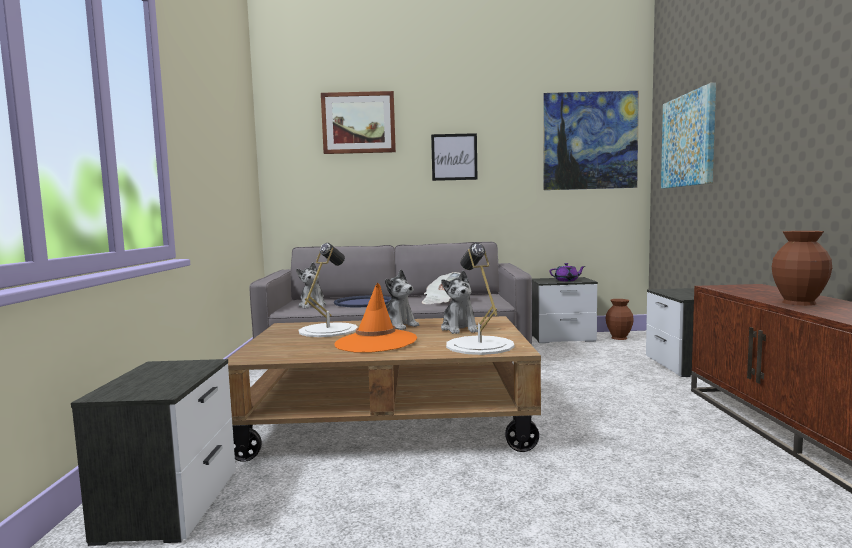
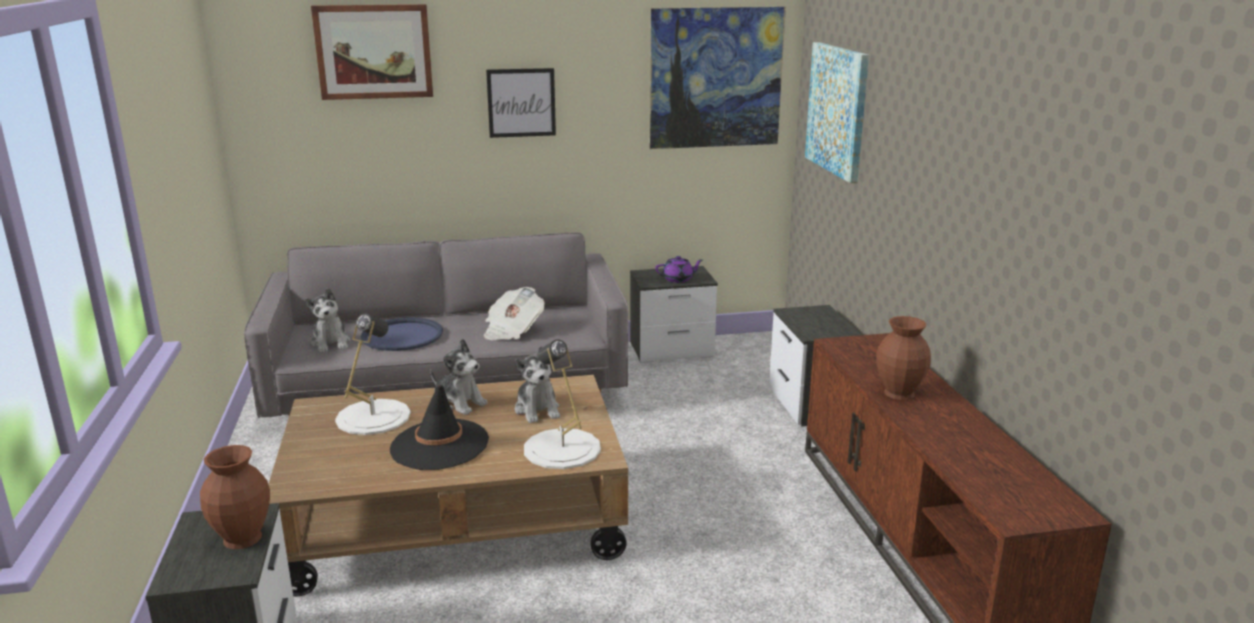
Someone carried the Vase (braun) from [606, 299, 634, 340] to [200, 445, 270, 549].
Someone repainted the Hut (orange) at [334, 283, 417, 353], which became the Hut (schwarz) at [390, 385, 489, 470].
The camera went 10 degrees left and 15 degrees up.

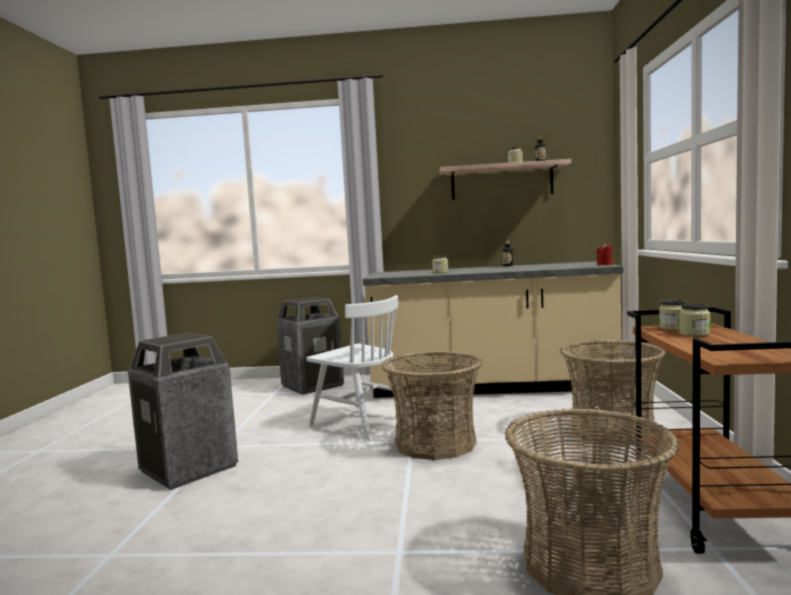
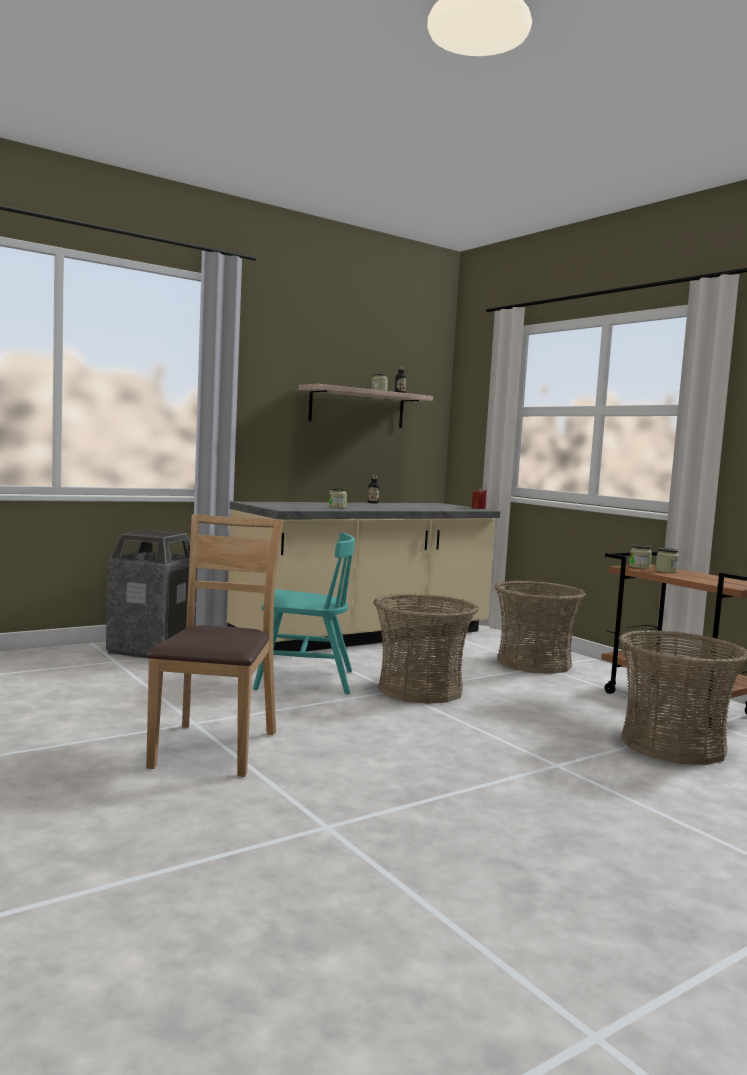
Someone swapped the Mülleimer at [128, 332, 238, 490] for the Stuhl (braun) at [146, 514, 284, 777].
Someone repainted the Stuhl (weiß) at [306, 295, 411, 439], which became the Stuhl (türkis) at [253, 532, 355, 694].
The camera went 40 degrees left and 0 degrees up.

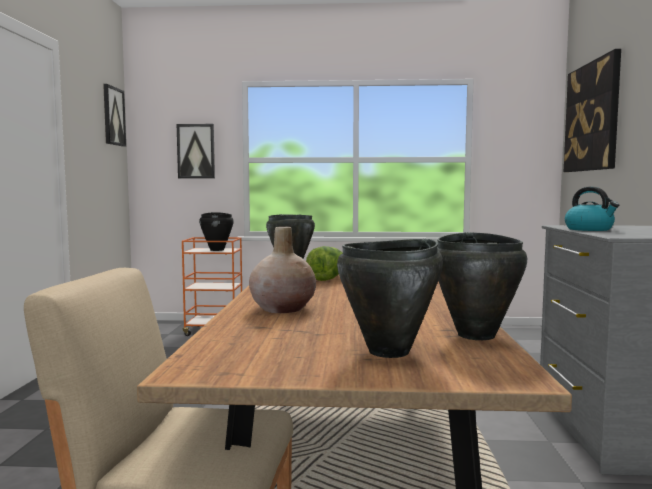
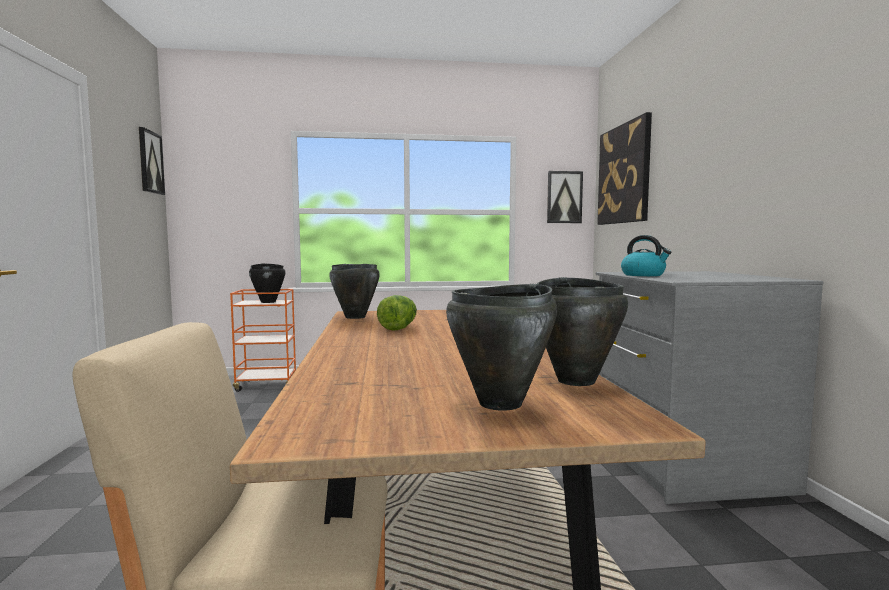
Someone carried the Bild from [177, 124, 215, 178] to [547, 171, 583, 223].
Someone took away the Vase (beige) at [249, 226, 316, 313].
The camera went 10 degrees left and 0 degrees up.

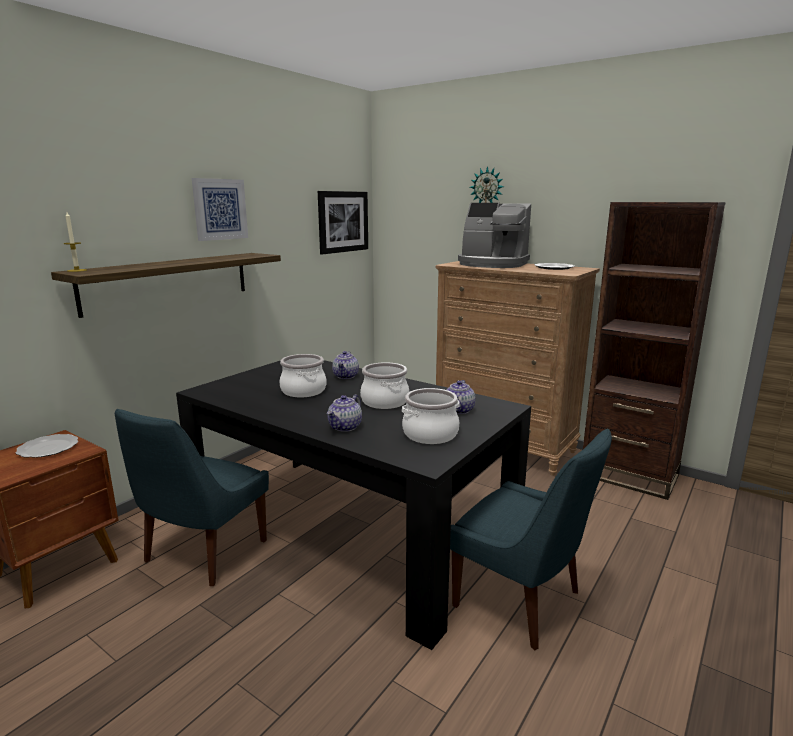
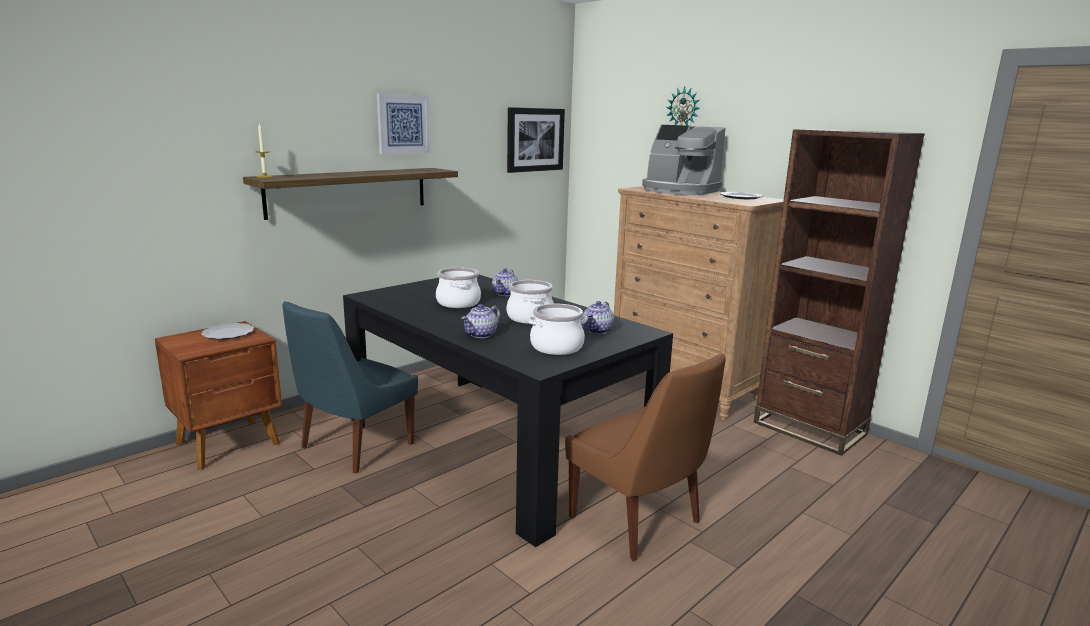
Someone repainted the Stuhl (blau) at [450, 429, 612, 650], which became the Stuhl (braun) at [565, 354, 726, 561].
The camera went 10 degrees right and 0 degrees up.

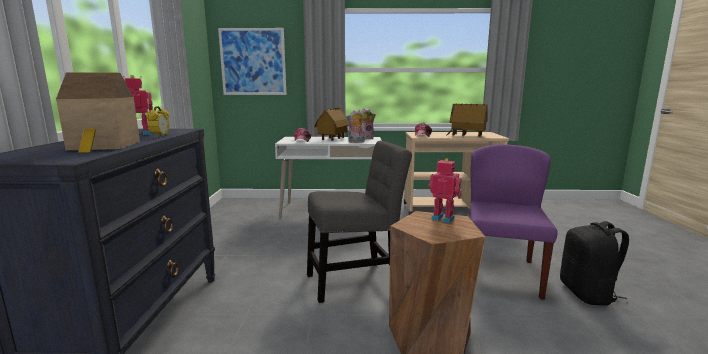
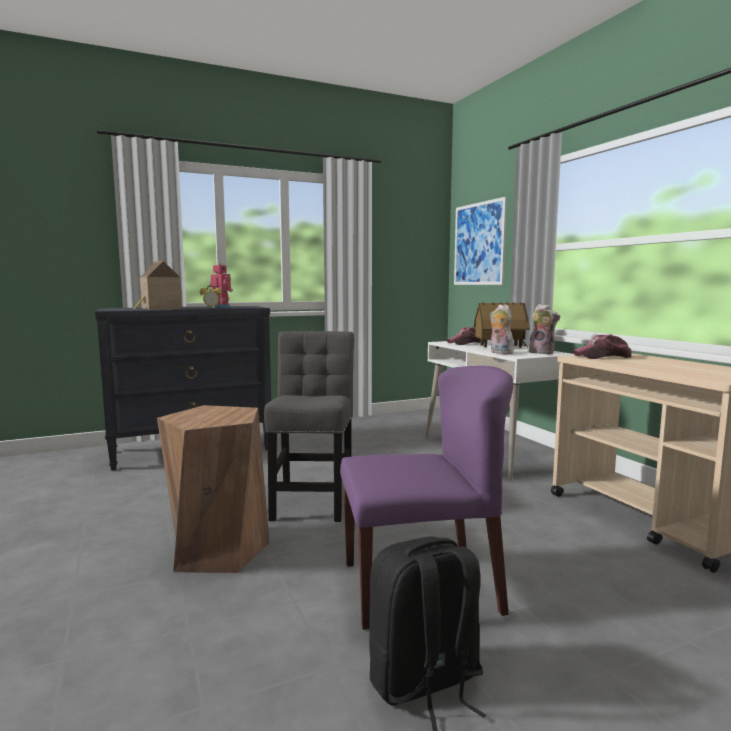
Someone rotated the Stuhl (grau) at [307, 141, 412, 303] by 135 degrees counterclockwise.
Someone took away the Spielzeugroboter at [428, 158, 462, 223].
Someone took away the Spielzeughaus at [446, 103, 488, 137].
The camera went 65 degrees right and 5 degrees down.

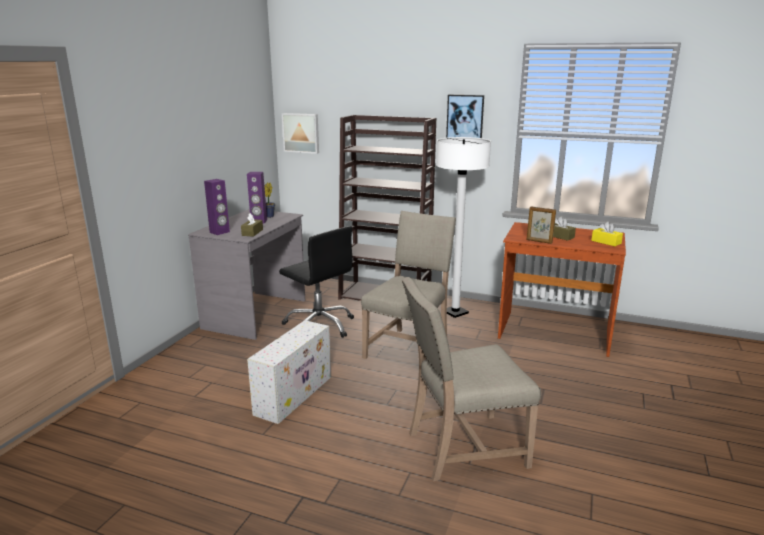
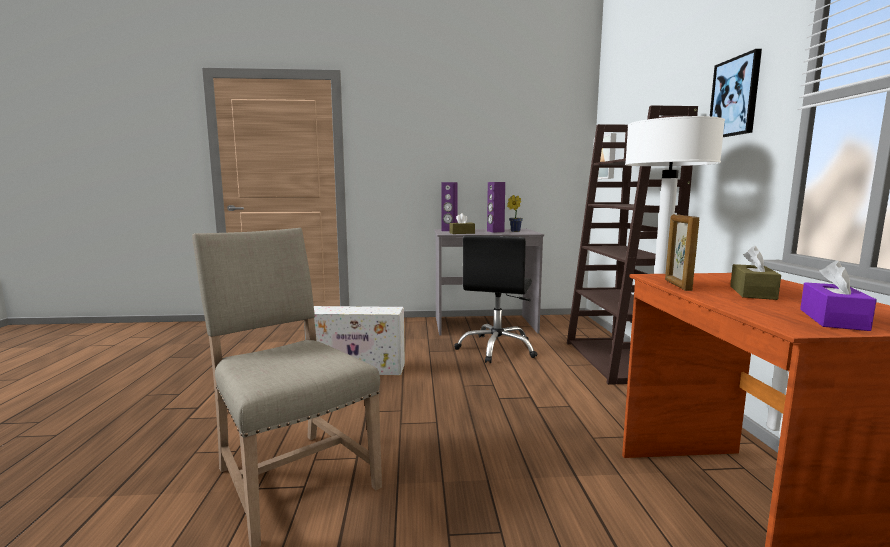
Someone repainted the Taschentuchbox (gelb) at [591, 221, 623, 246], which became the Taschentuchbox (lila) at [800, 260, 877, 331].
Someone took away the Stuhl (beige) at [361, 211, 456, 359].
The camera went 65 degrees right and 10 degrees down.

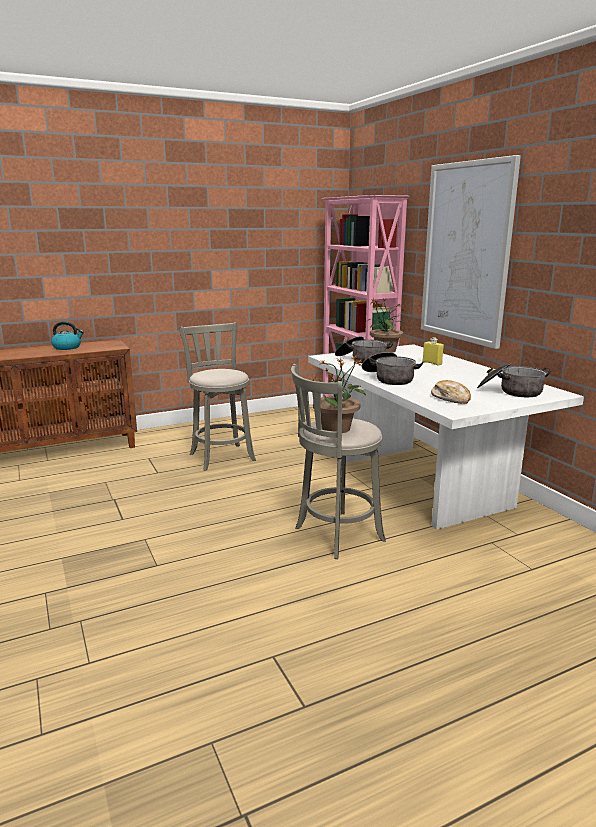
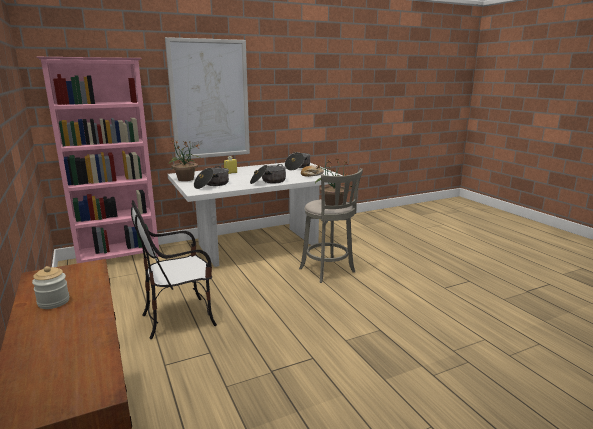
Someone swapped the Wasserkessel at [51, 321, 84, 350] for the Vorratsglas at [32, 266, 70, 309].
Someone swapped the Hocker (grau) at [179, 322, 256, 471] for the Stuhl at [131, 200, 217, 339].
The camera went 90 degrees left and 0 degrees up.

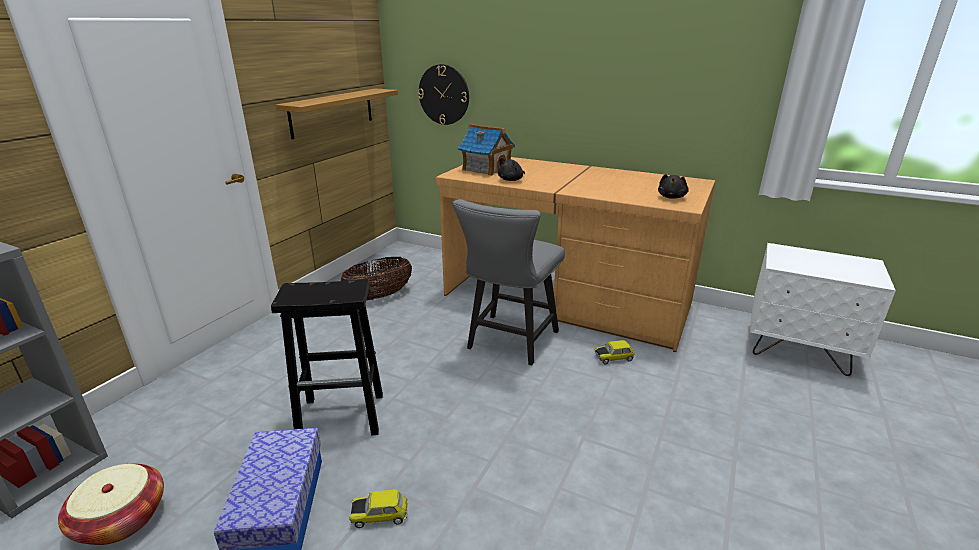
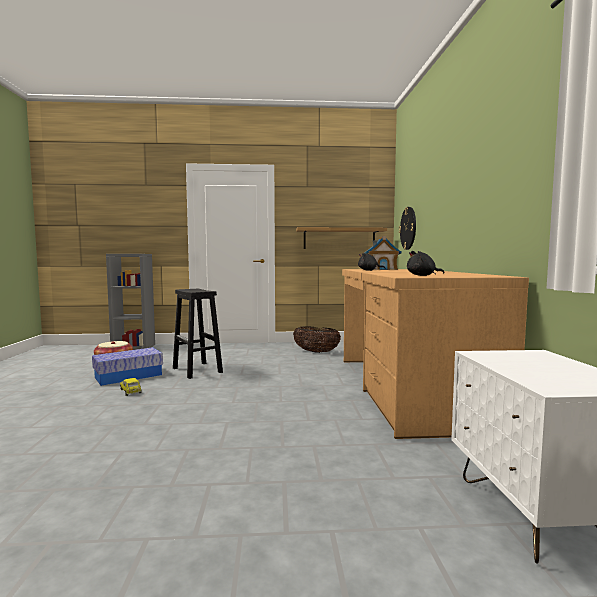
Someone took away the Stuhl (grau) at [453, 199, 565, 365].
Someone took away the Spielzeugauto at [594, 340, 635, 364].
The camera went 60 degrees right and 20 degrees down.

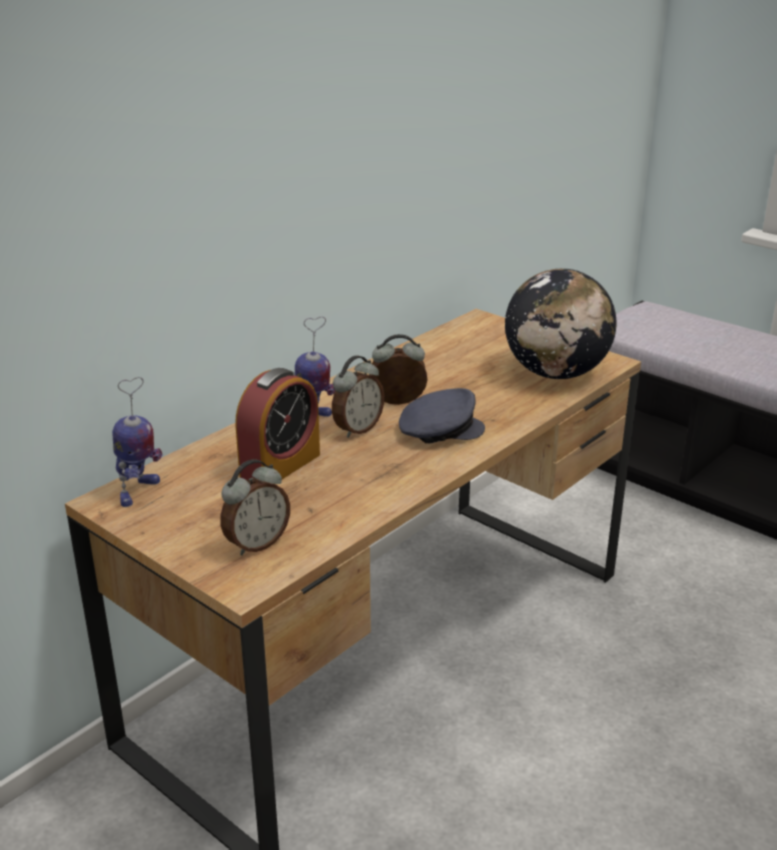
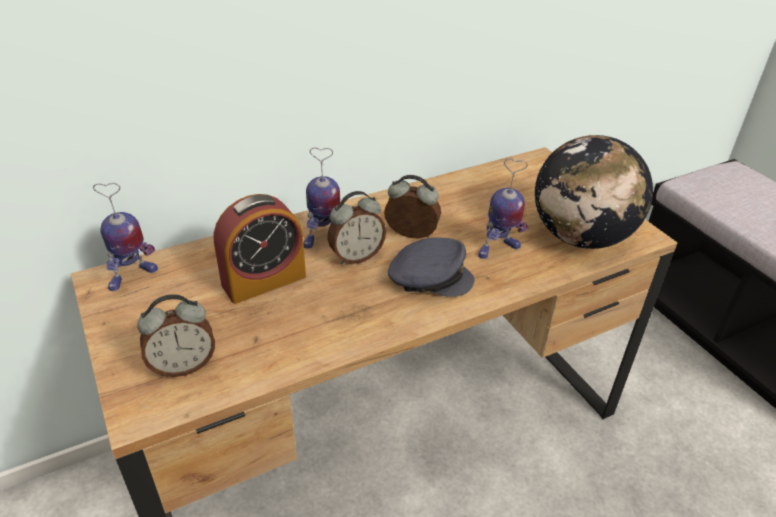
Someone put down the Spielzeugroboter at [478, 159, 528, 259].
The camera went 20 degrees right and 10 degrees up.

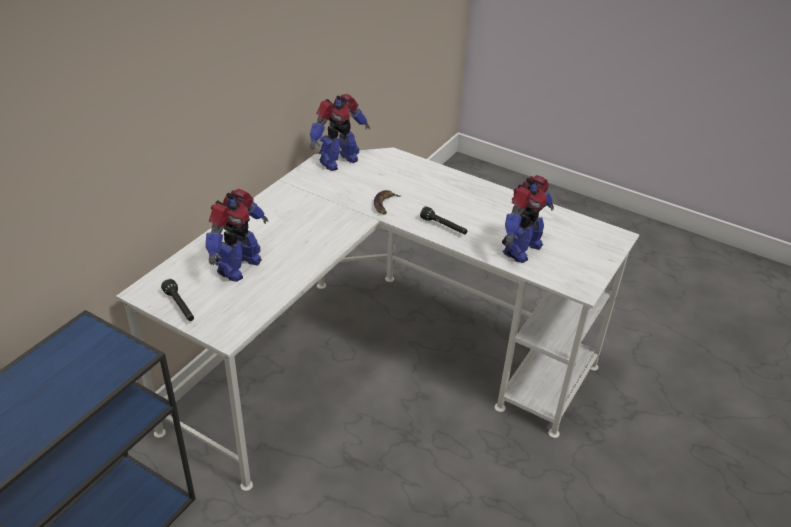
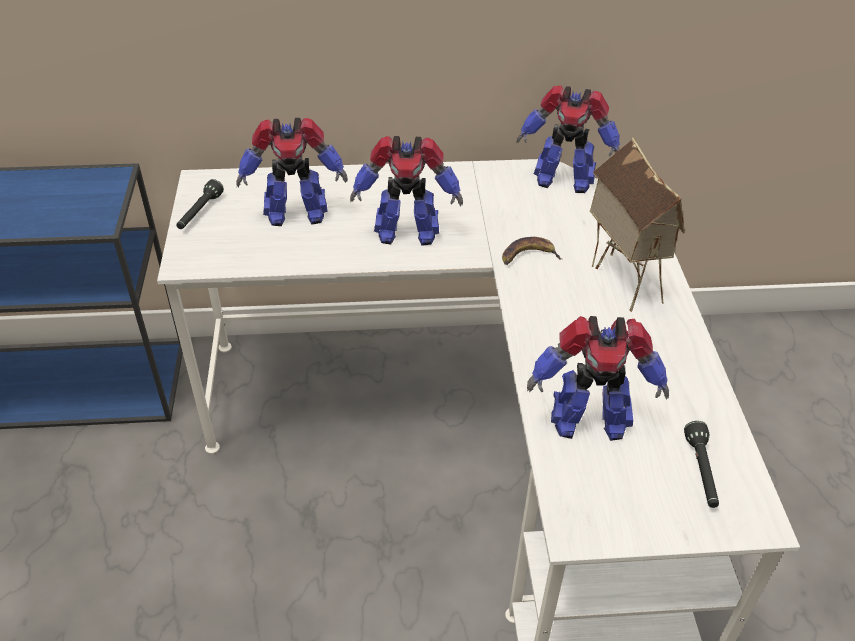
Someone put down the Spielzeugroboter at [350, 136, 463, 246].
Someone put down the Spielzeughaus at [590, 137, 685, 312].
Someone carried the Taschenlampe (schwarz) from [420, 206, 467, 234] to [684, 421, 719, 508].
The camera went 55 degrees right and 5 degrees up.

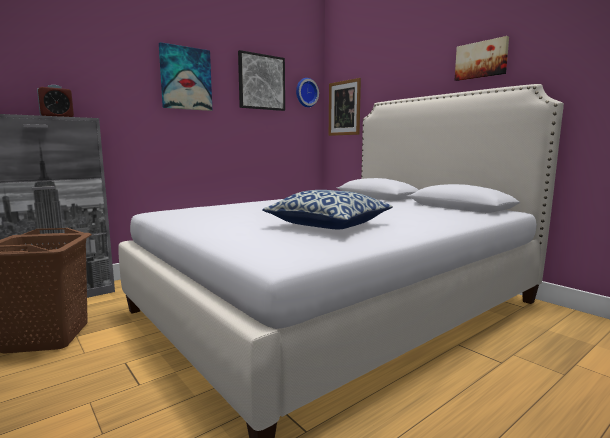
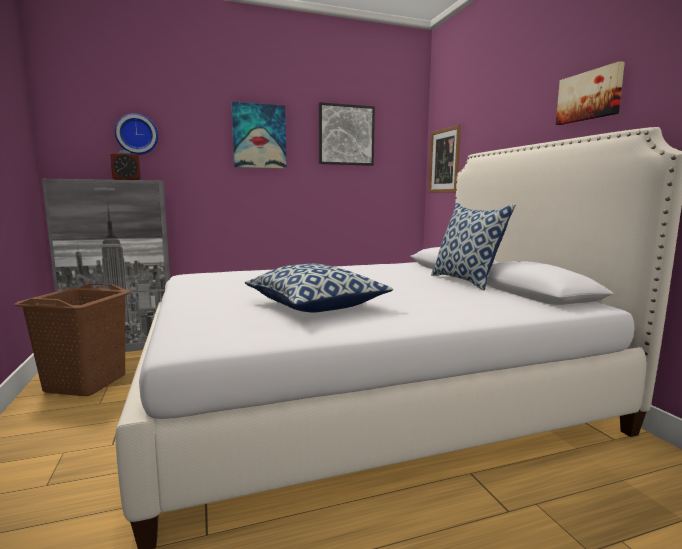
Someone carried the Wanduhr from [296, 78, 319, 107] to [115, 113, 158, 155].
Someone put down the Kissen at [431, 203, 515, 290].
The camera went 20 degrees right and 0 degrees up.

